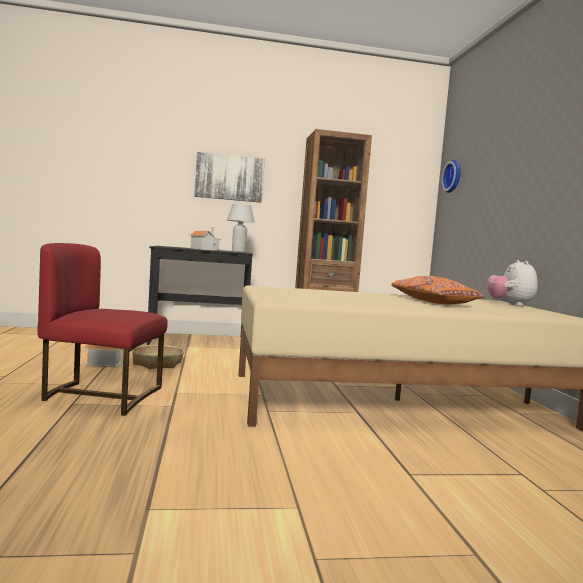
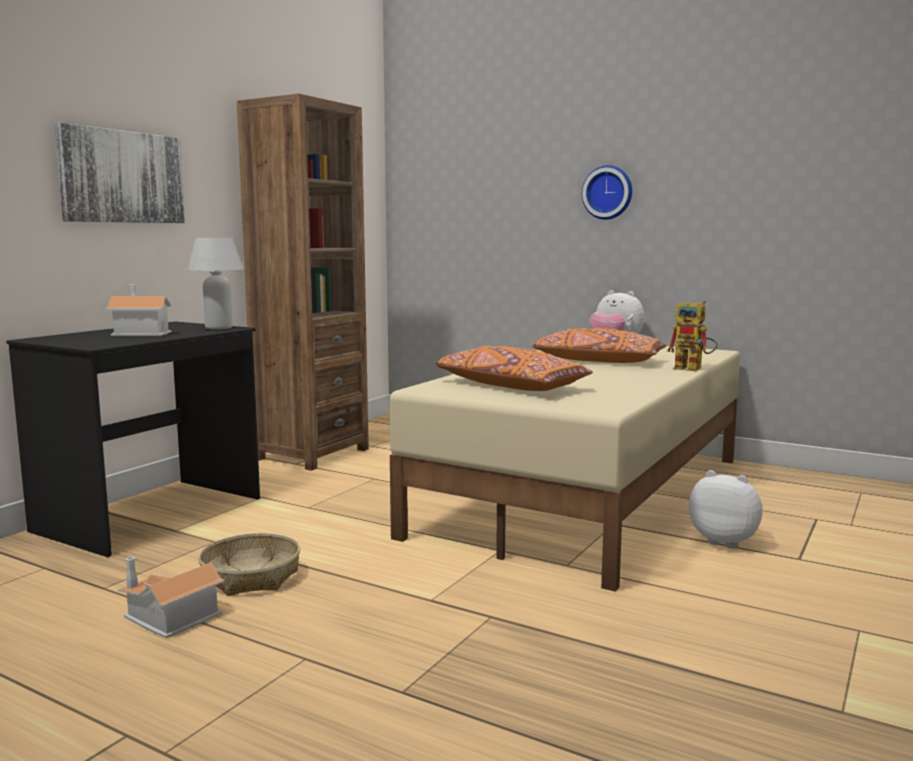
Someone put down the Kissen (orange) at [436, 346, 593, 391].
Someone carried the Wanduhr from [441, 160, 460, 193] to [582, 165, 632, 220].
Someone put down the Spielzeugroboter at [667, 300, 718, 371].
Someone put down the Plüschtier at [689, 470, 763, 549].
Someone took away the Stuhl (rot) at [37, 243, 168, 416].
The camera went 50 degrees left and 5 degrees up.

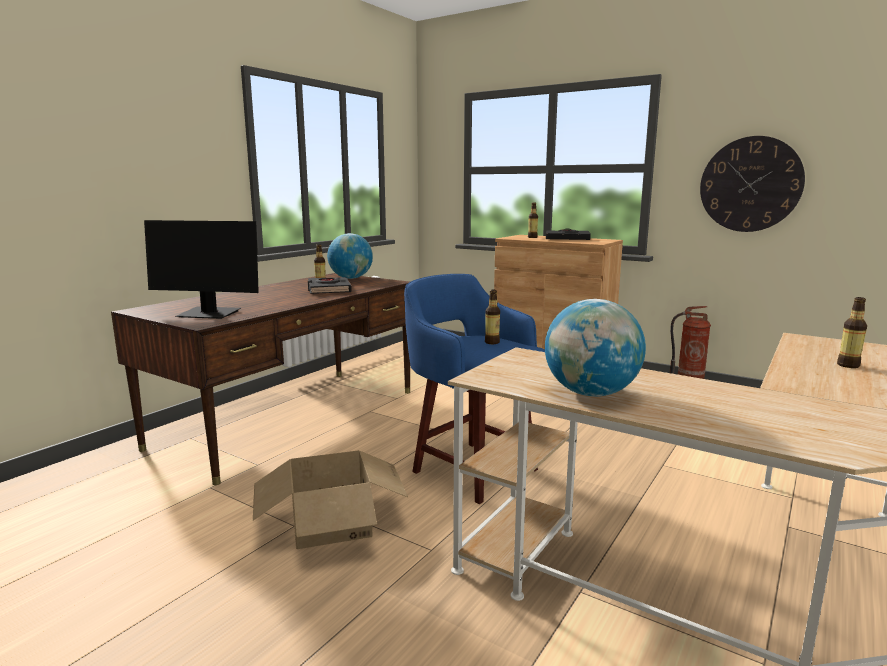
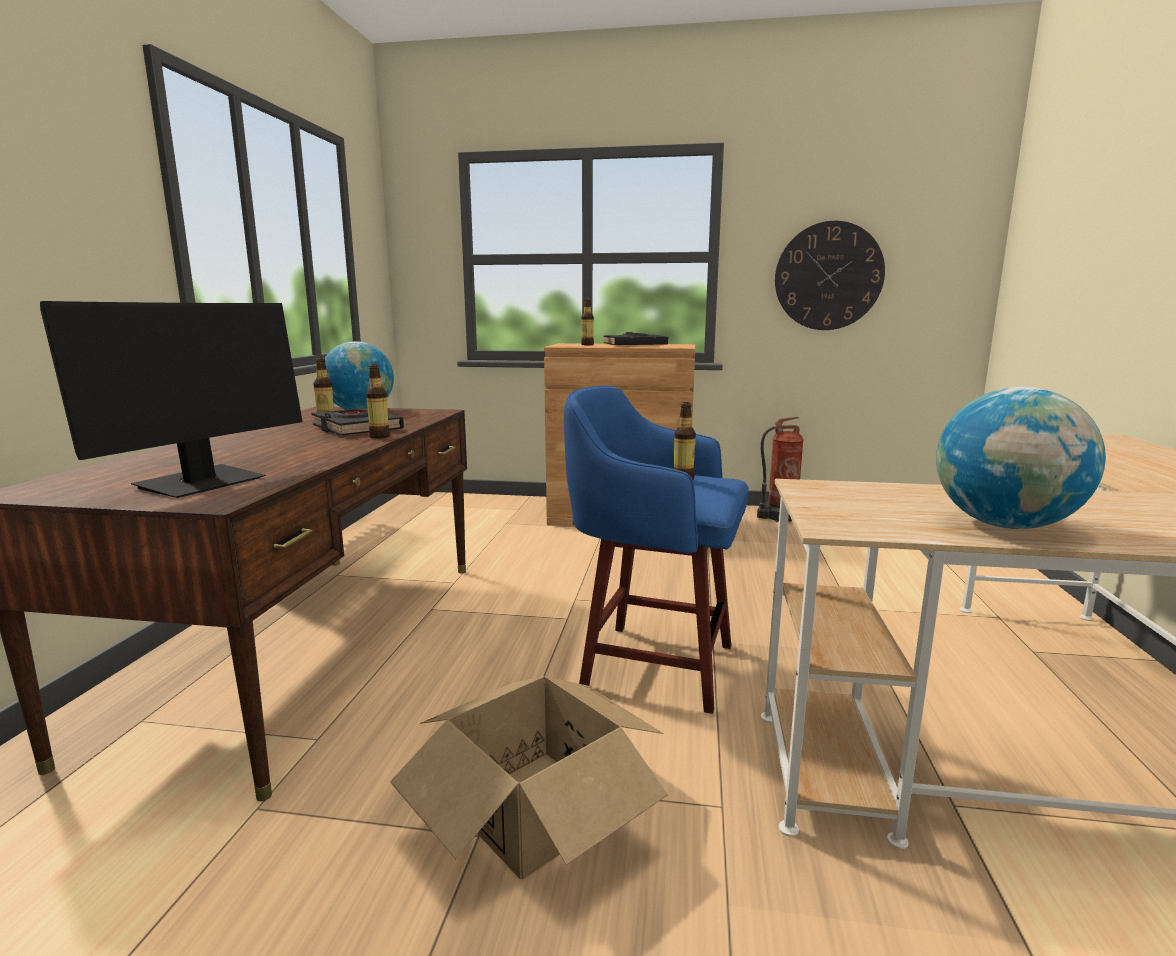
Someone rotated the Monitor at [144, 220, 259, 319] by 45 degrees counterclockwise.
Someone carried the Flasche from [837, 297, 867, 368] to [366, 364, 390, 438].
The camera went 25 degrees left and 0 degrees up.

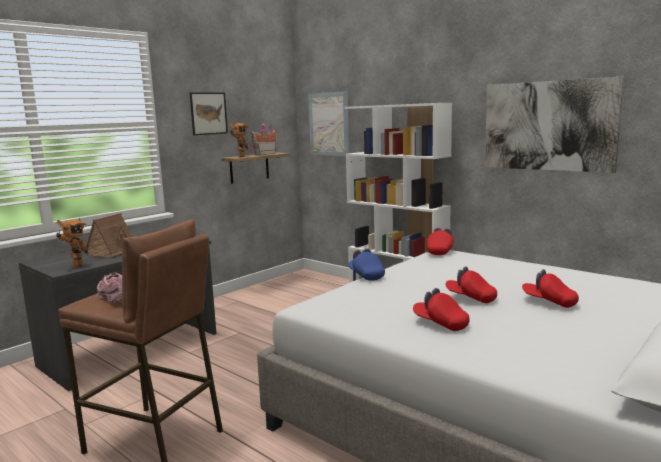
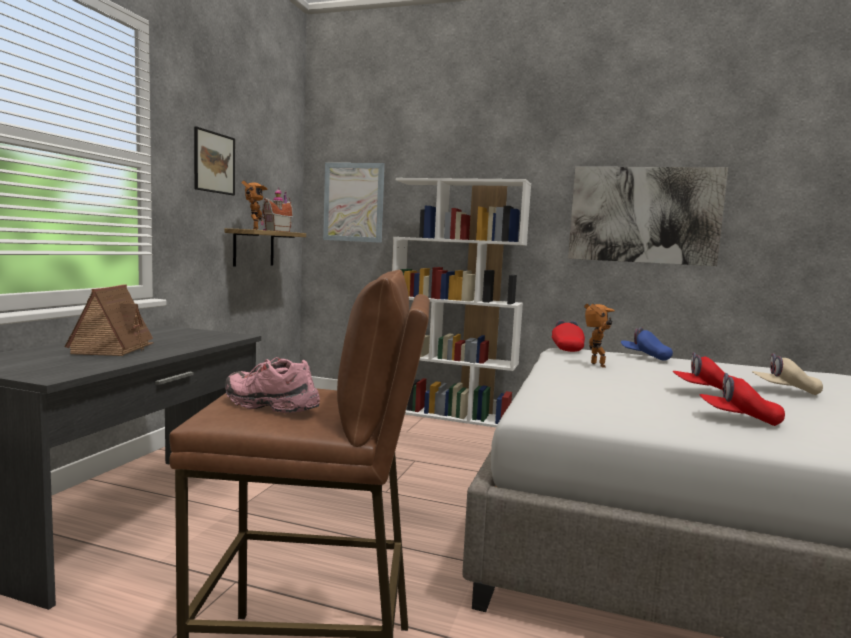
Someone carried the Spielzeugroboter from [56, 218, 88, 269] to [584, 304, 615, 368].
Someone carried the Kappe (blau) from [348, 248, 385, 281] to [621, 327, 673, 361].
Someone repainted the Kappe (rot) at [522, 269, 579, 308], which became the Kappe (beige) at [752, 354, 823, 395].
The camera went 25 degrees left and 5 degrees down.

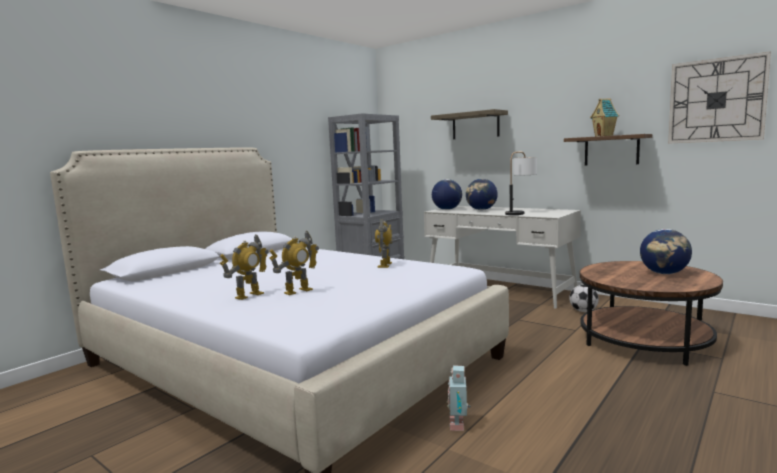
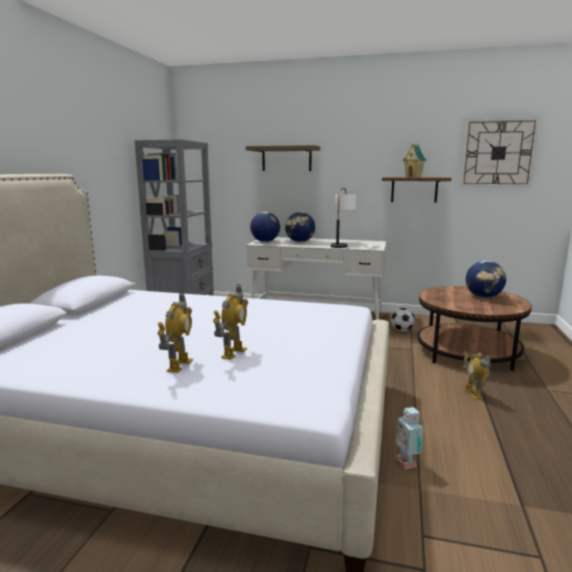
Someone carried the Spielzeugroboter from [375, 220, 393, 268] to [463, 351, 491, 399].
The camera went 25 degrees left and 5 degrees up.

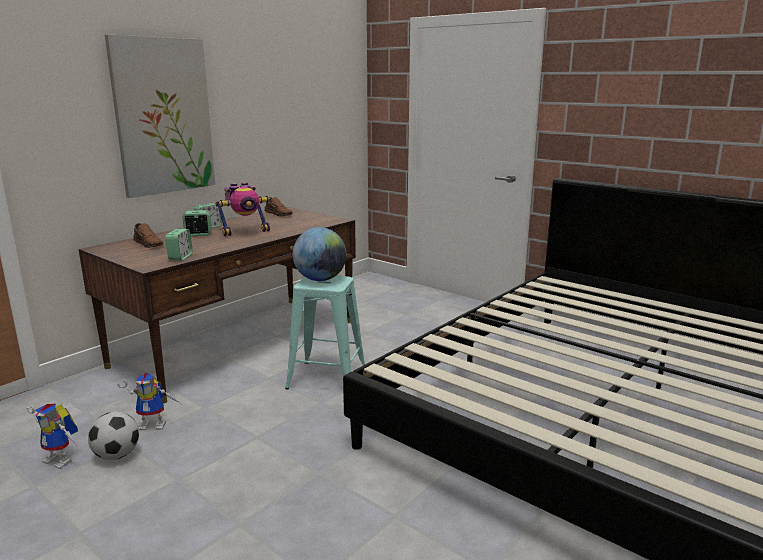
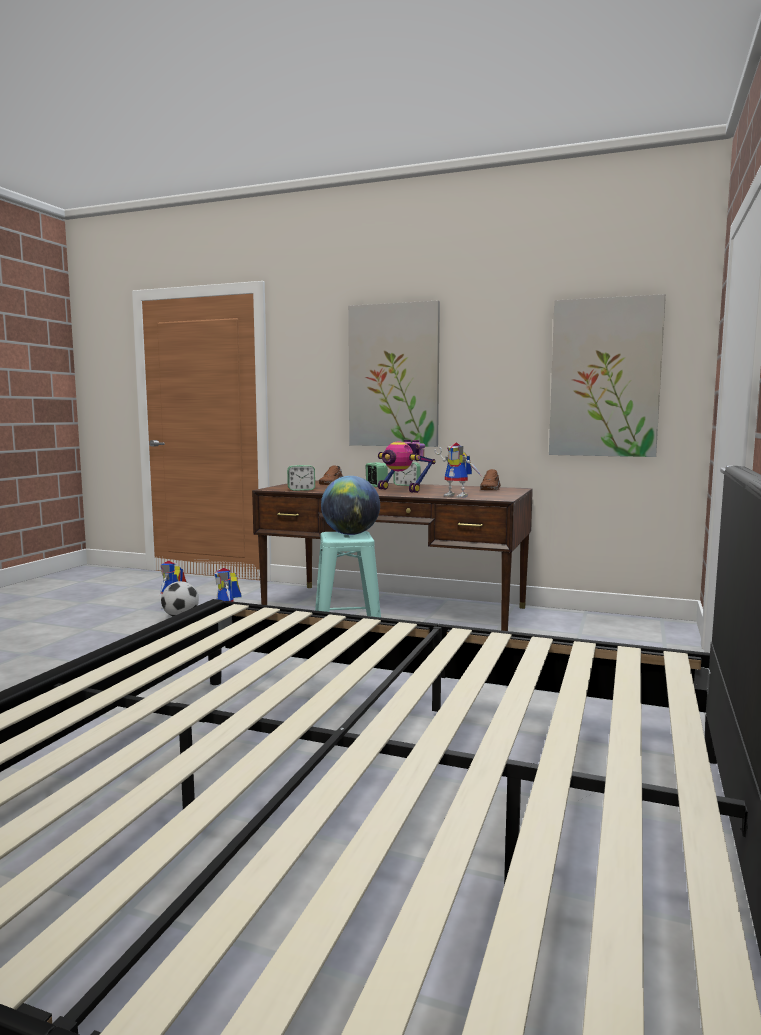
Someone put down the Spielzeugroboter at [434, 442, 481, 498].
Someone put up the Bild at [549, 294, 666, 457].
The camera went 70 degrees right and 10 degrees down.

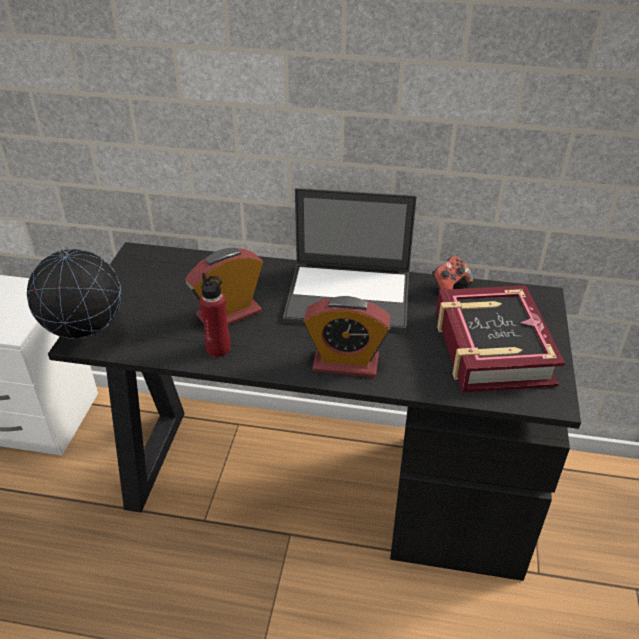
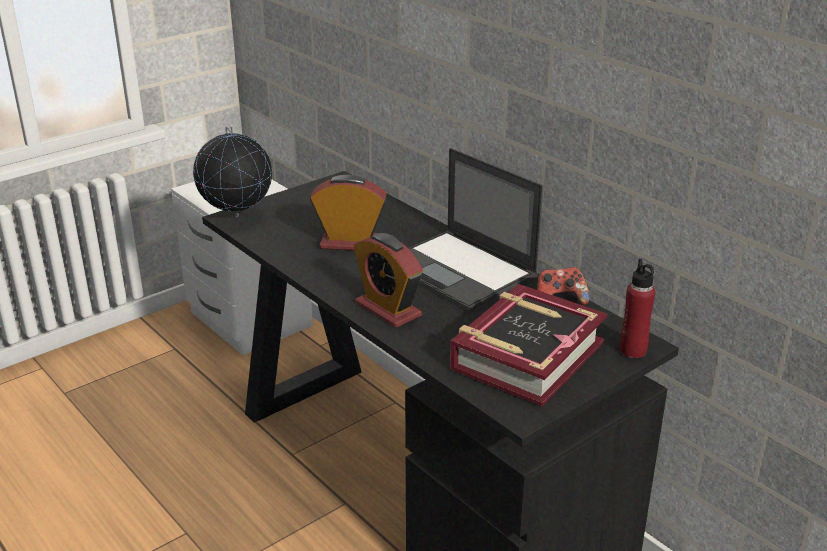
Someone carried the Flasche (rot) from [199, 273, 231, 357] to [619, 259, 655, 358].
The camera went 40 degrees right and 10 degrees down.

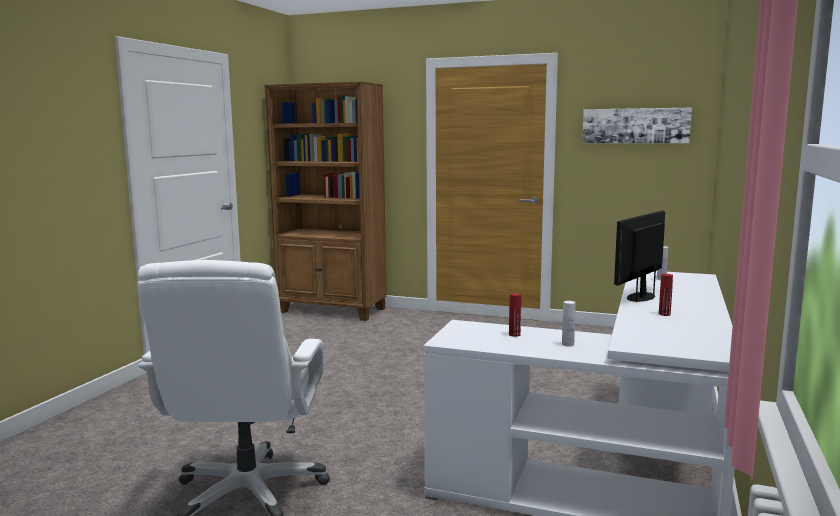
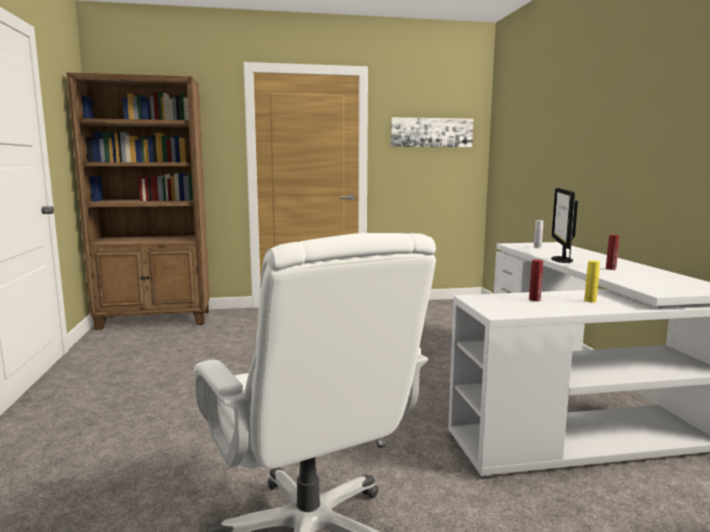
Someone repainted the Flasche (weiß) at [562, 301, 576, 347], which became the Flasche (gelb) at [584, 260, 600, 303].
The camera went 30 degrees left and 0 degrees up.

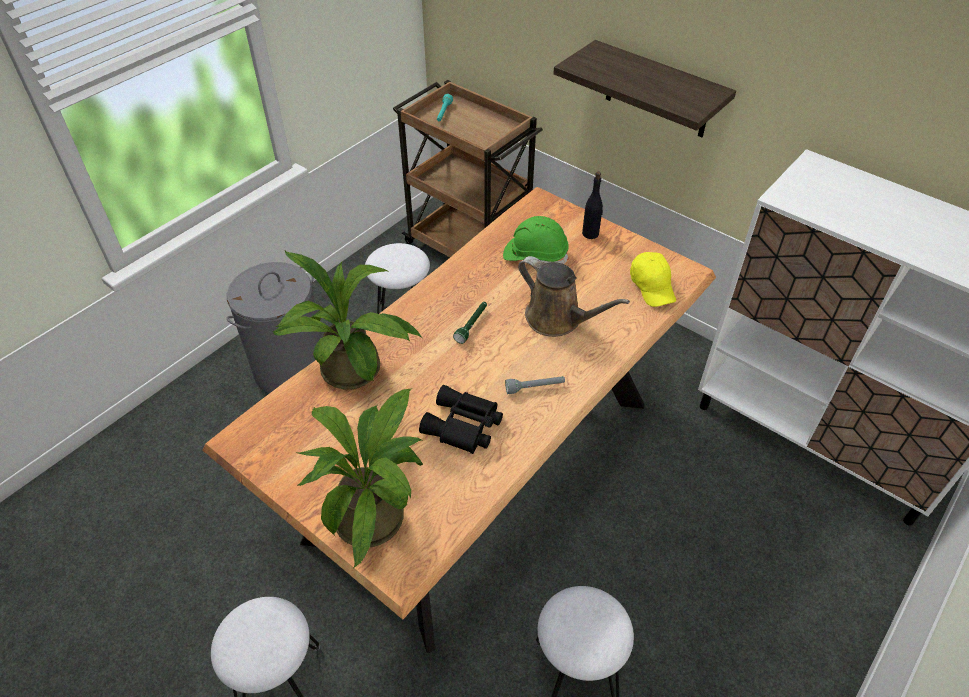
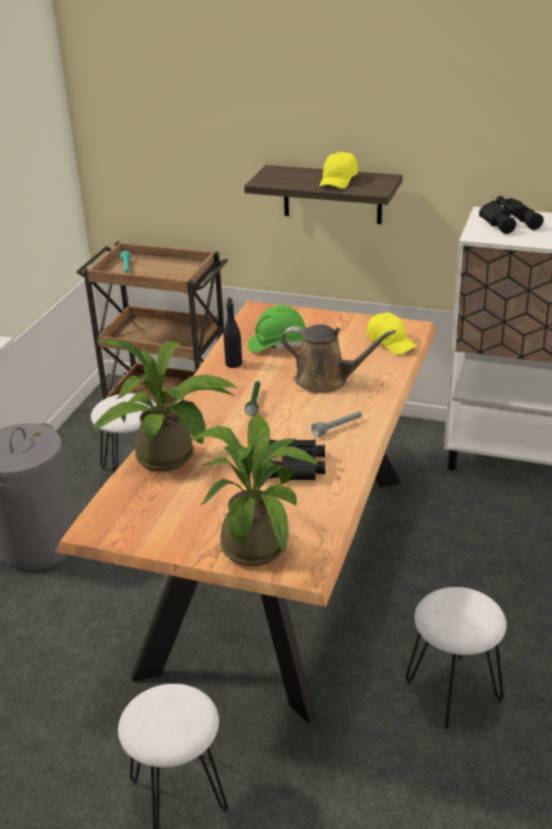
Someone carried the Flasche (schwarz) from [582, 172, 603, 239] to [223, 297, 242, 368].
Someone put down the Kappe (gelb) at [320, 152, 358, 189].
Someone put down the Fernglas (schwarz) at [479, 196, 543, 234].
The camera went 20 degrees left and 15 degrees down.

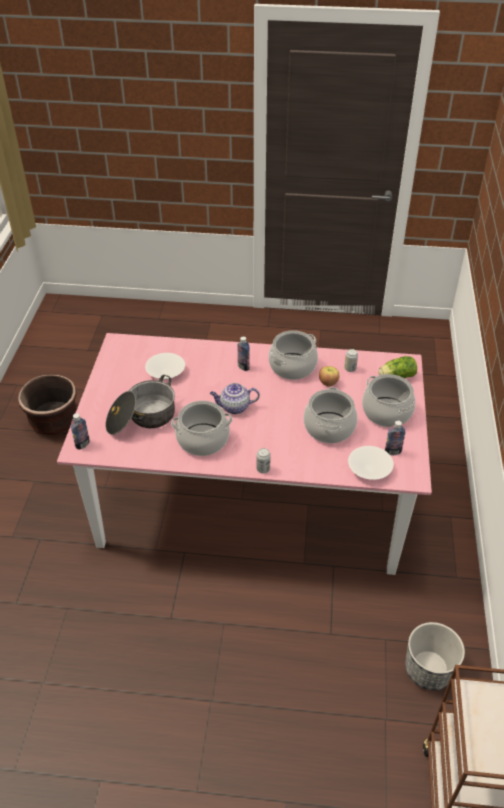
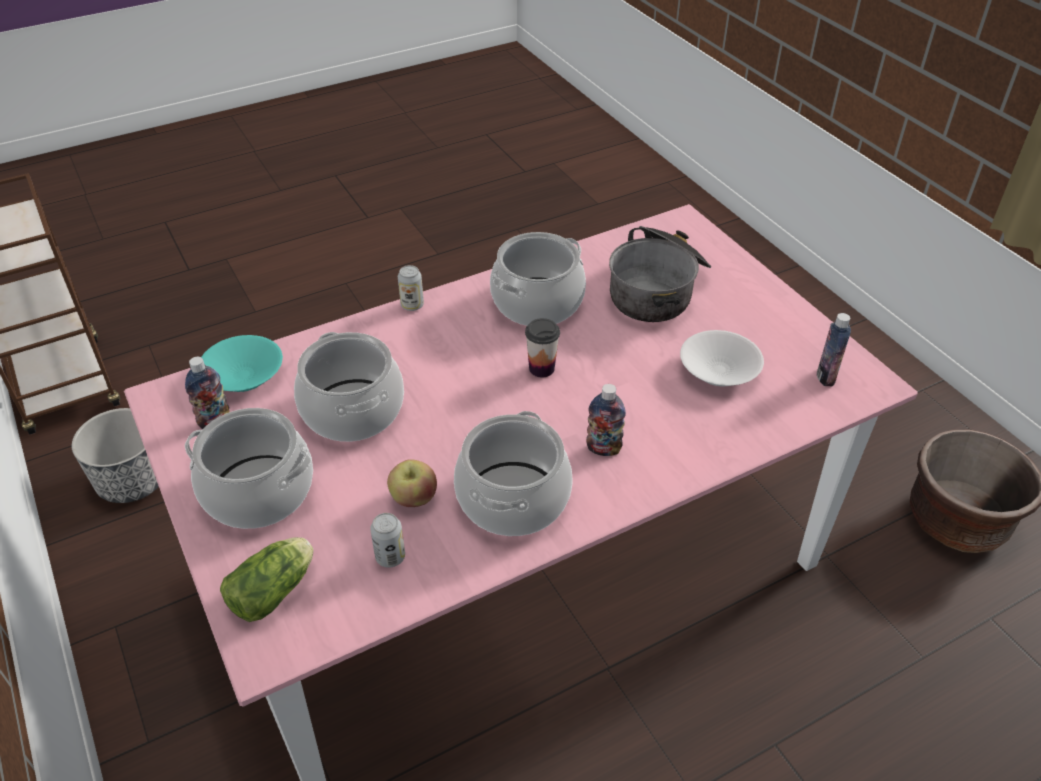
Someone repainted the Schüssel (weiß) at [348, 446, 394, 480], which became the Schüssel (türkis) at [202, 335, 283, 392].
Someone swapped the Teekanne at [210, 383, 260, 414] for the Tasse at [525, 318, 560, 378].
Someone carried the Flasche from [71, 413, 90, 450] to [817, 313, 851, 386].
The camera went 145 degrees right and 0 degrees up.

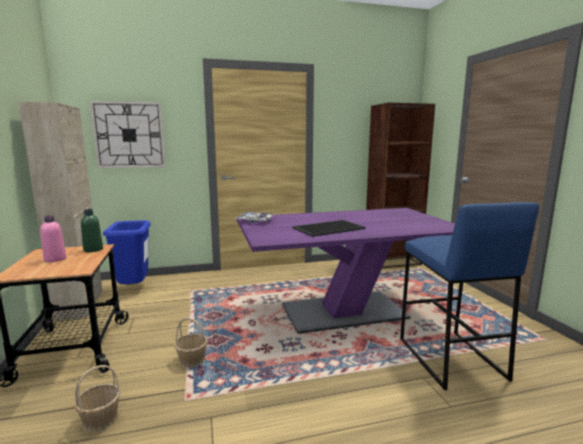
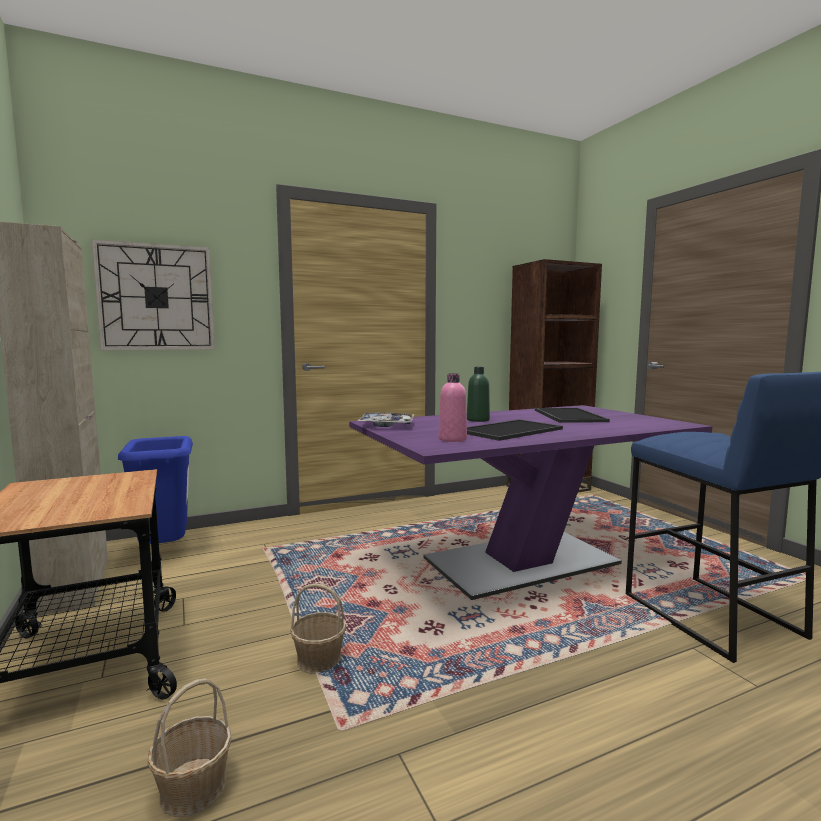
Someone carried the Flasche (rosa) from [40, 215, 66, 262] to [439, 373, 467, 442].
Someone carried the Flasche (grün) from [81, 209, 103, 252] to [467, 367, 490, 422].
Someone put down the Tablett at [535, 408, 610, 423].
The camera went 10 degrees left and 5 degrees down.

